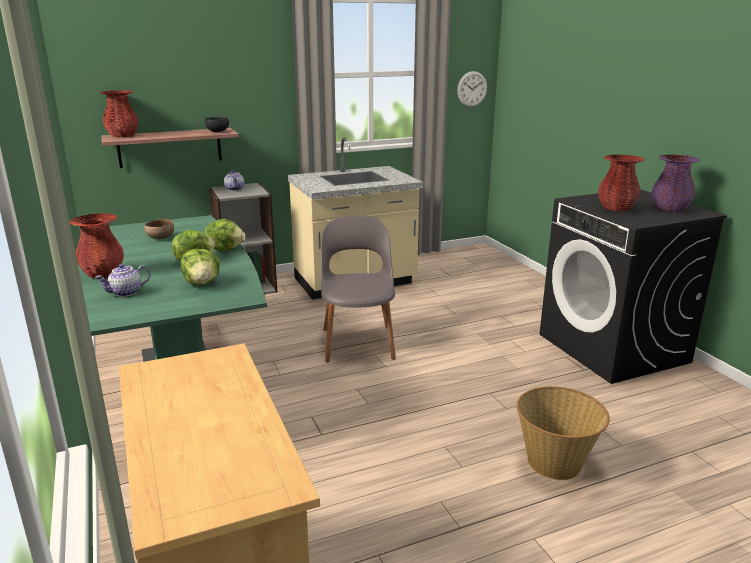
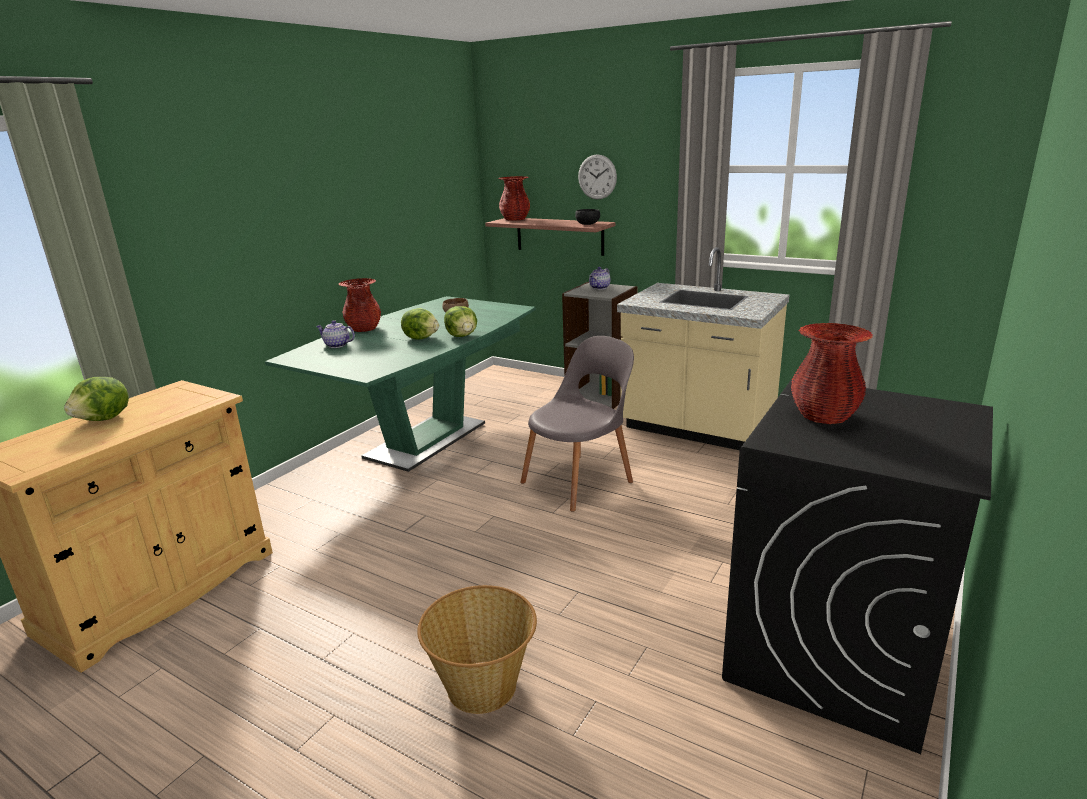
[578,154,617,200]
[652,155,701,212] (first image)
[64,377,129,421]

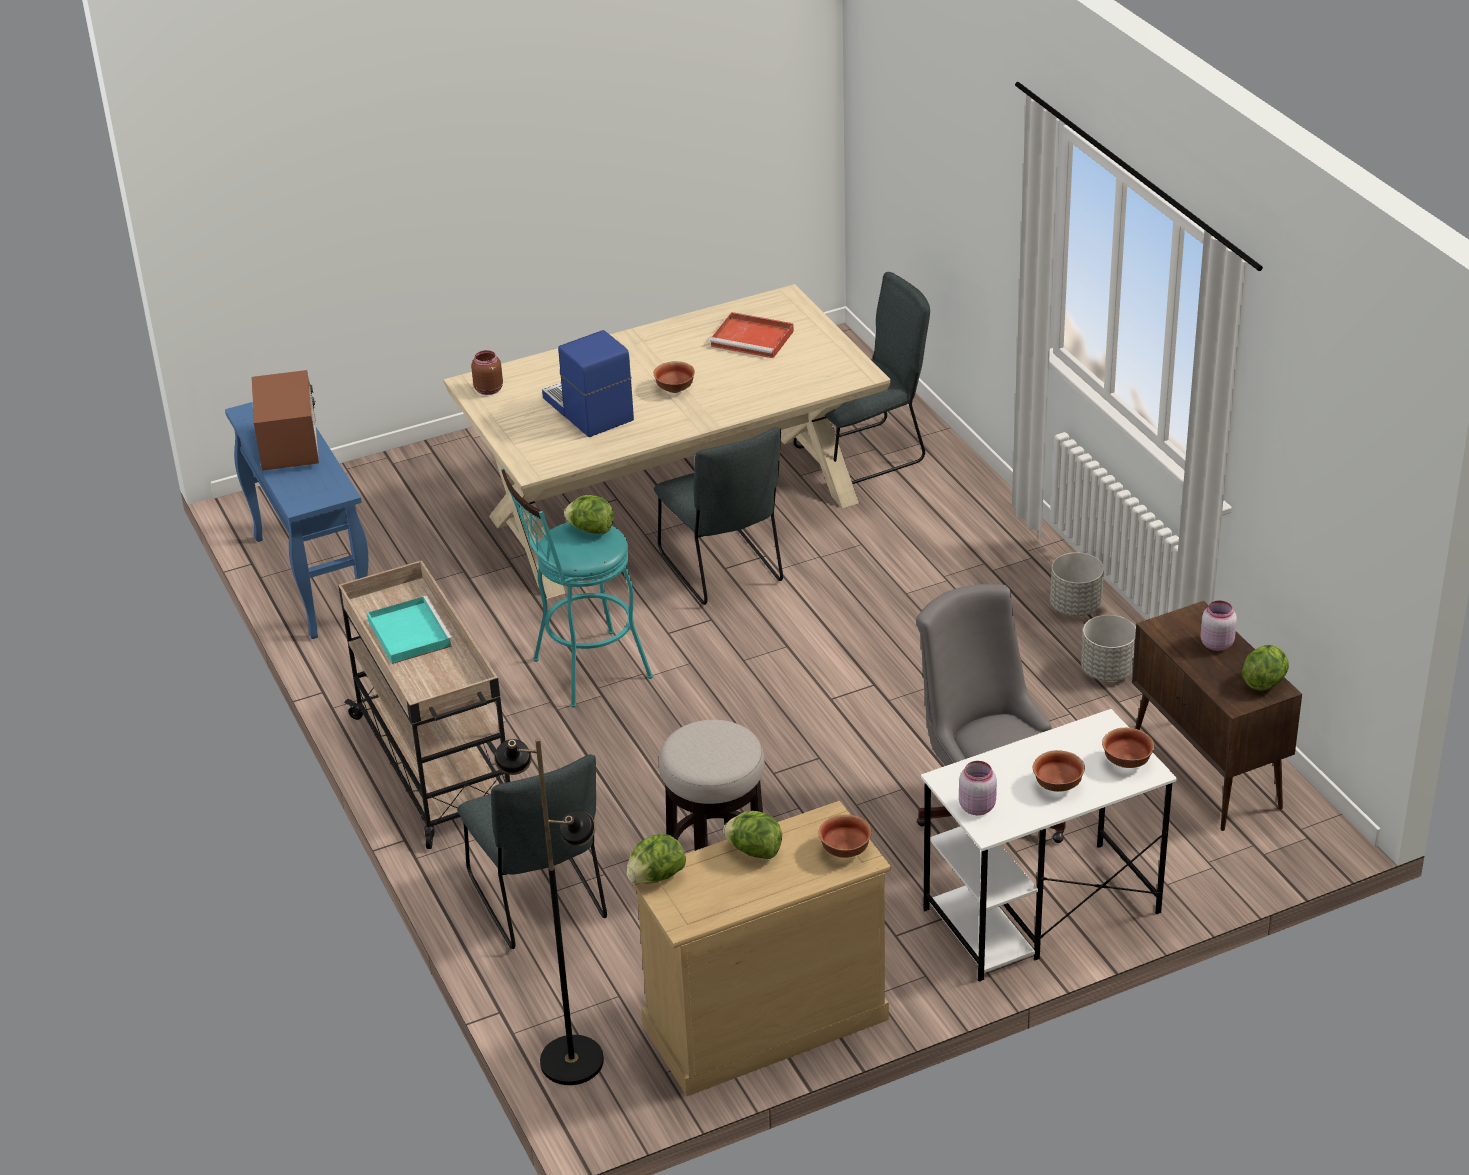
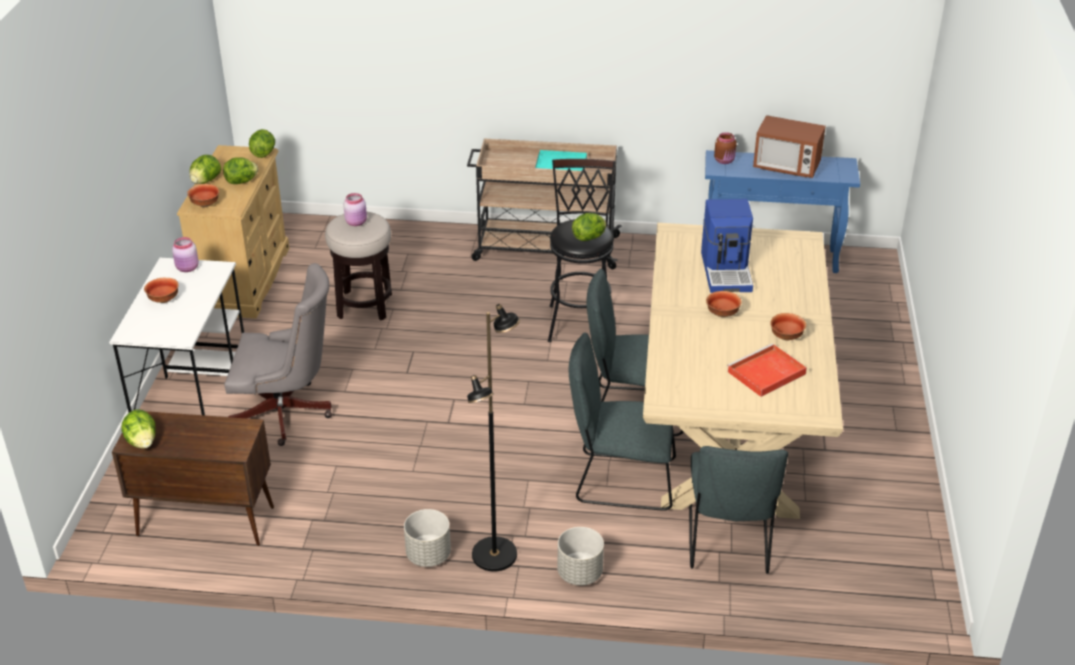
[701,199,753,293]
[714,132,737,164]
[548,159,616,342]
[343,193,367,226]
[557,527,604,585]
[770,313,806,340]
[467,304,520,572]
[569,333,676,511]
[190,155,221,184]

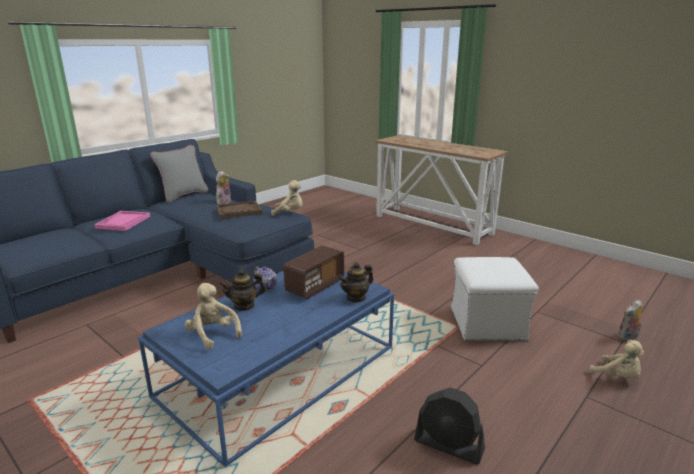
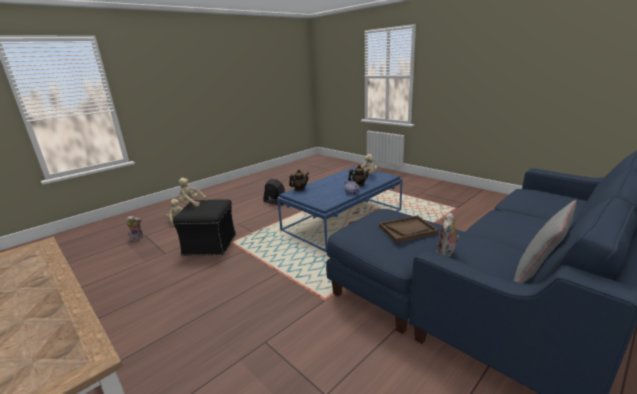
[178,178,207,207]
[94,211,150,231] (first image)
[283,245,344,299] (first image)
[173,199,236,256]

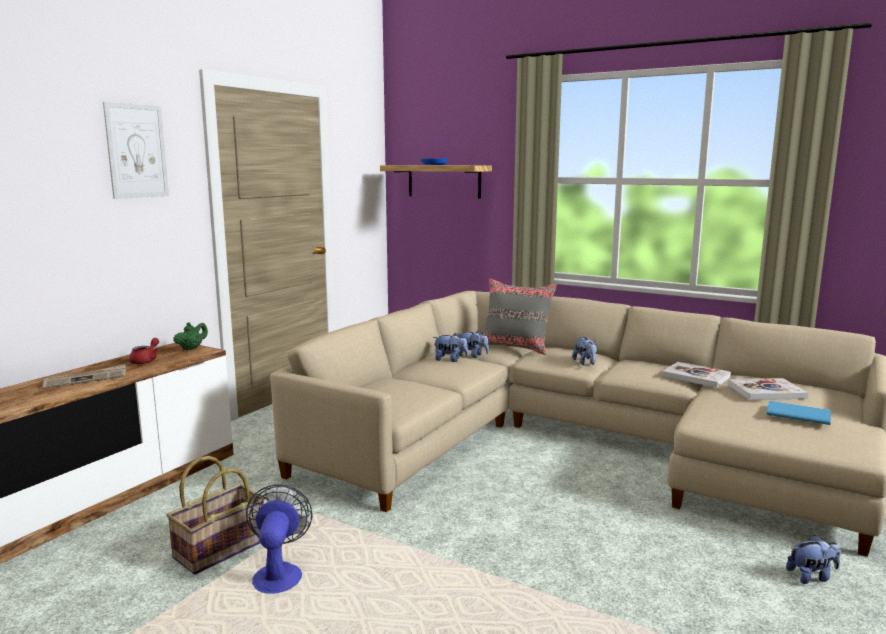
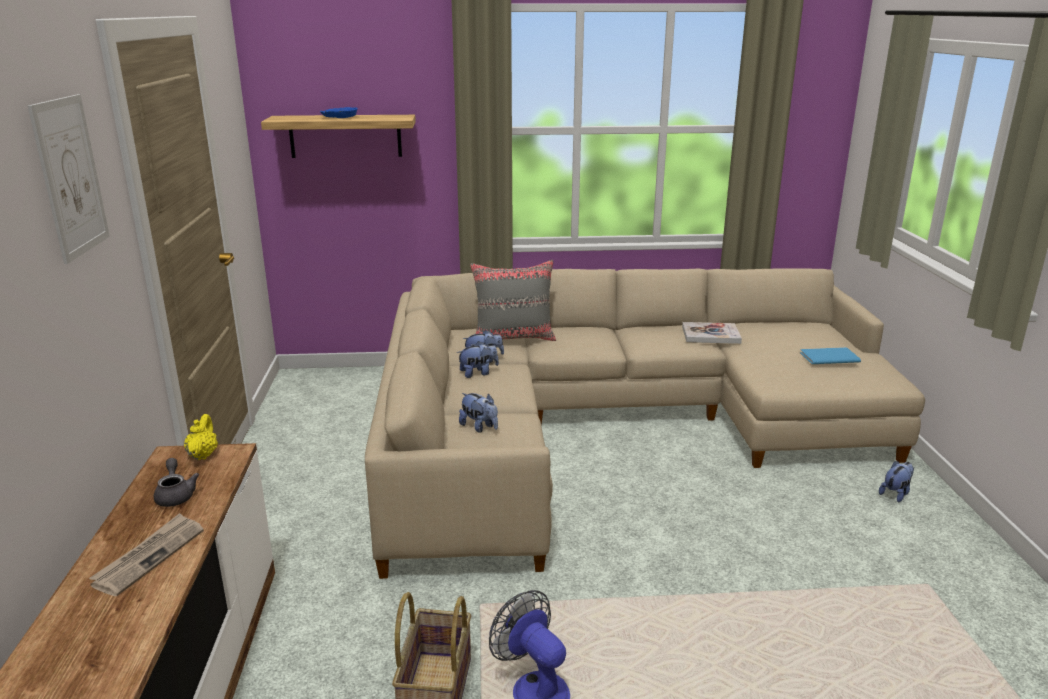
[184,414,218,460]
[459,393,498,433]
[154,458,199,507]
[727,378,808,400] (first image)

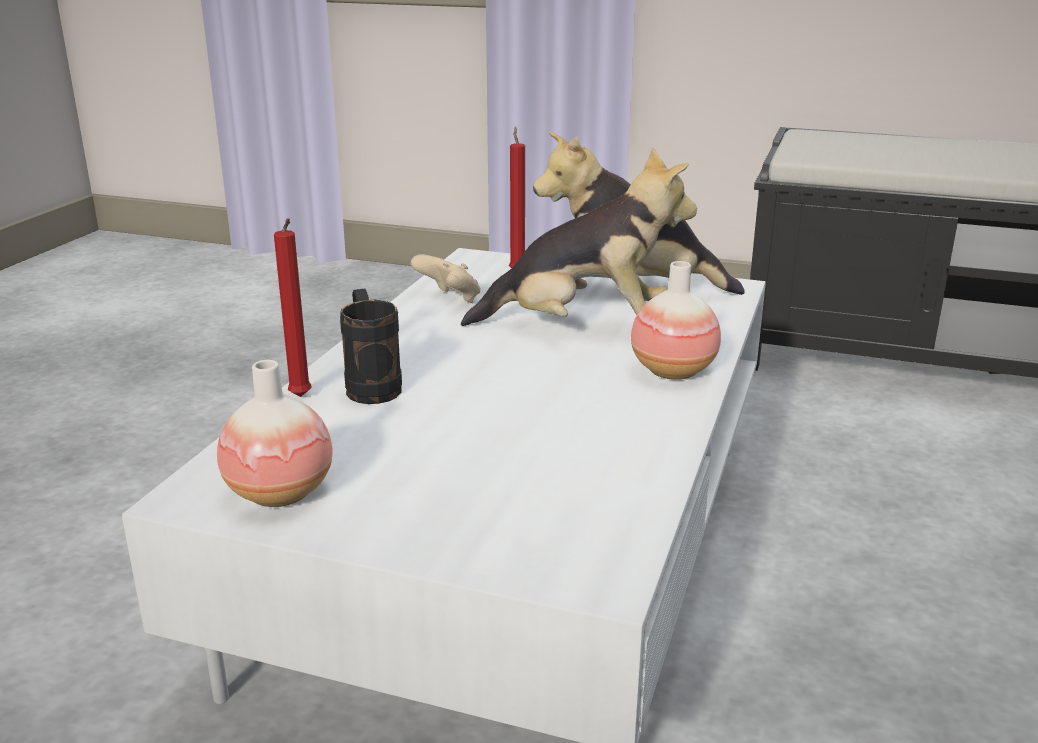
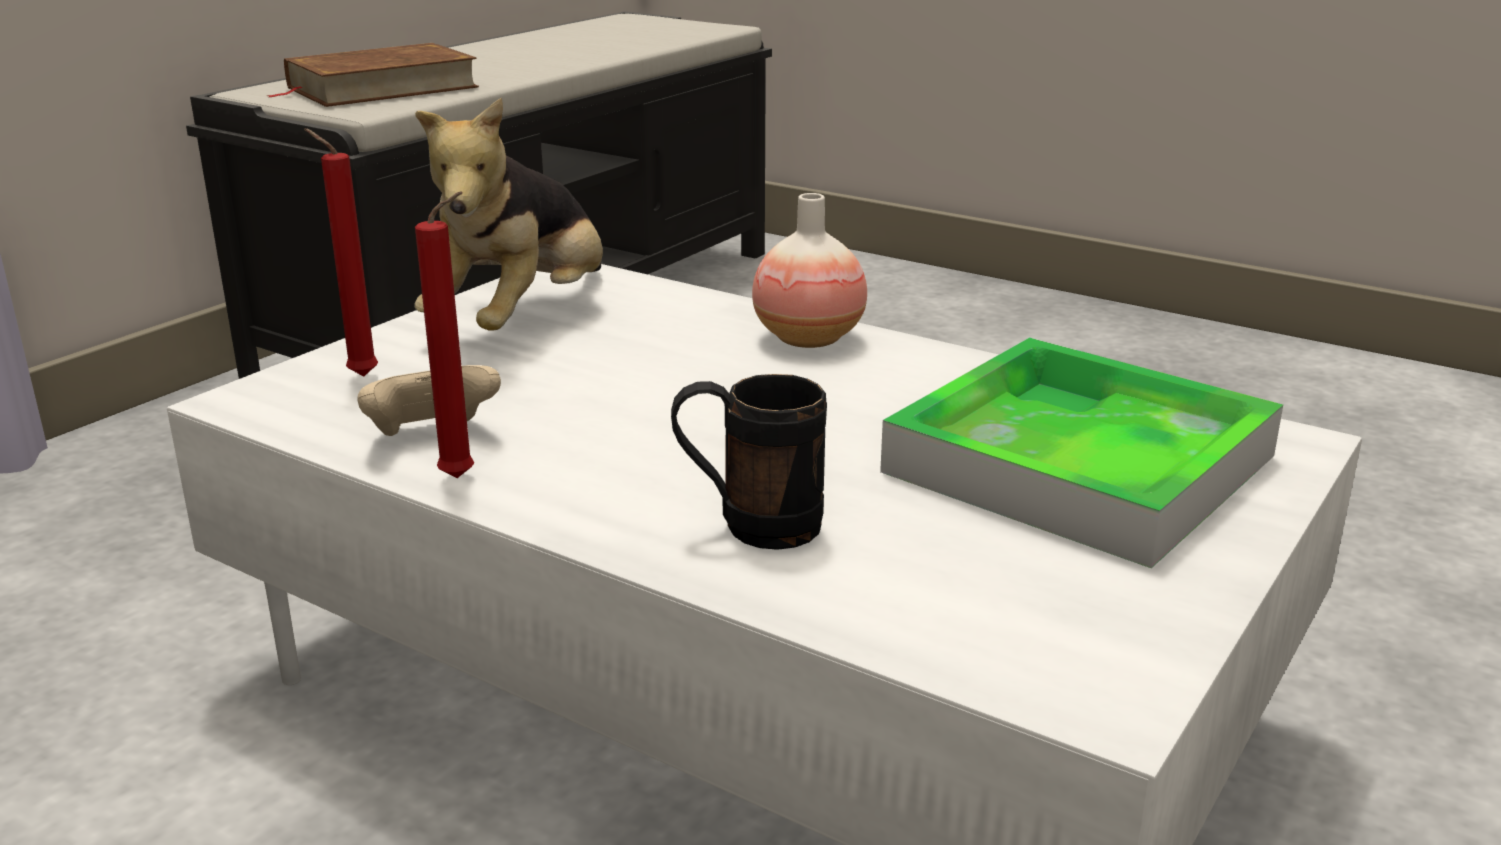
[461,147,697,326] (first image)
[415,192,474,478]
[217,360,333,507] (first image)
[266,43,479,107]
[880,338,1283,568]

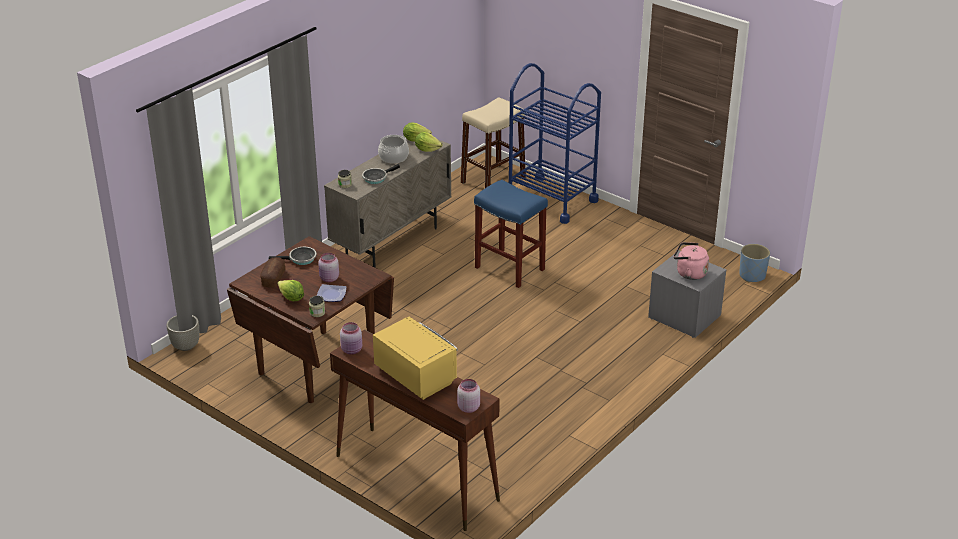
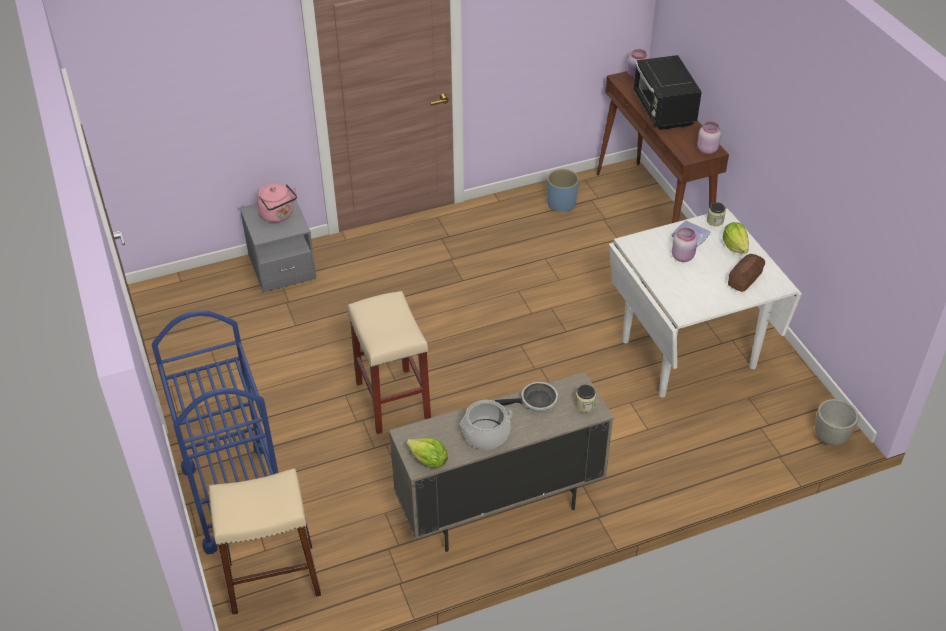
[415,132,443,152] (first image)
[348,291,431,434]
[609,209,802,397]
[547,169,579,212]
[269,247,317,265] (first image)
[633,55,702,130]

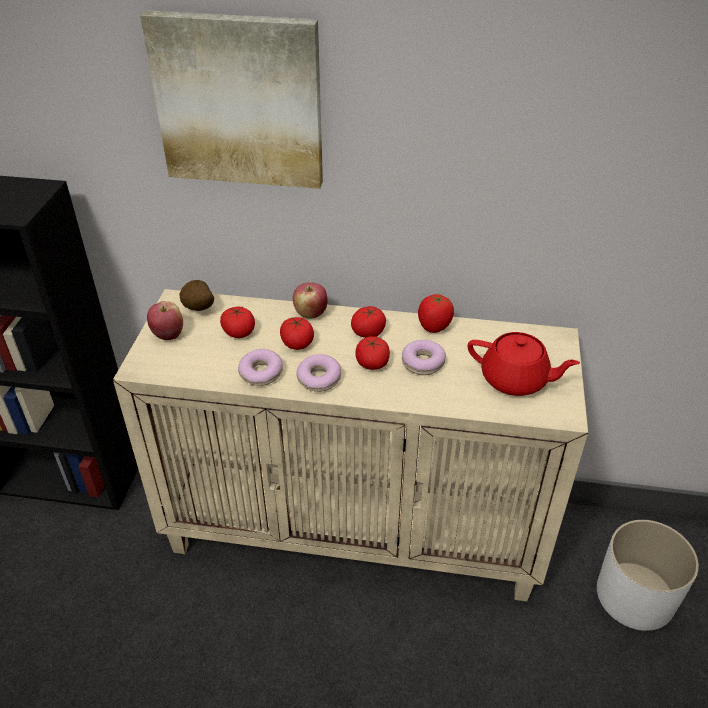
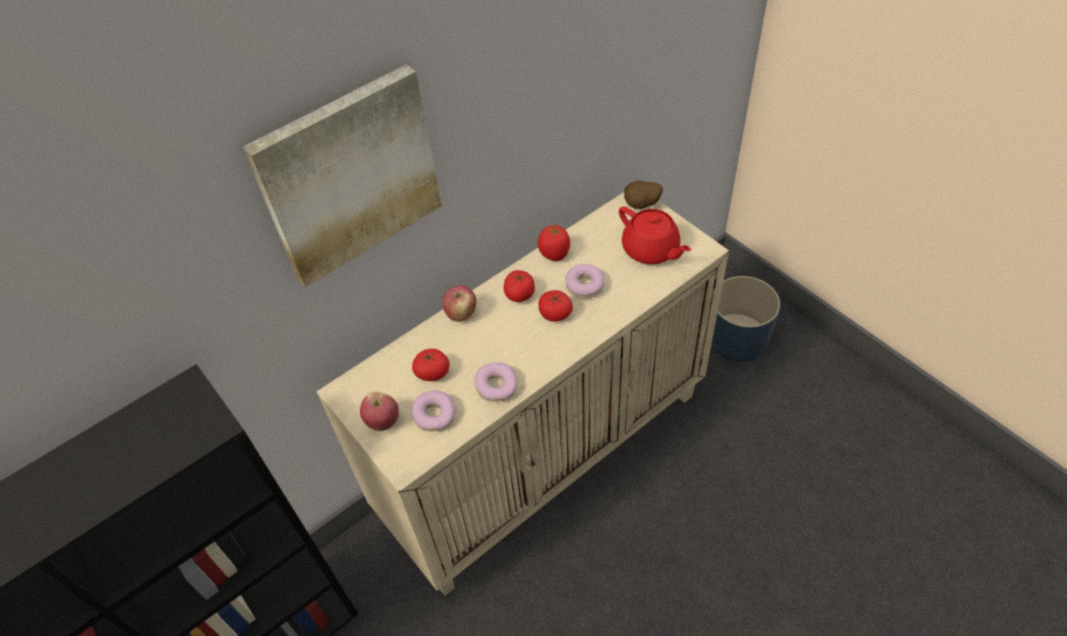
[624,180,663,209]
[280,317,314,350] (first image)
[619,206,691,264]
[411,391,456,432]
[711,276,780,362]

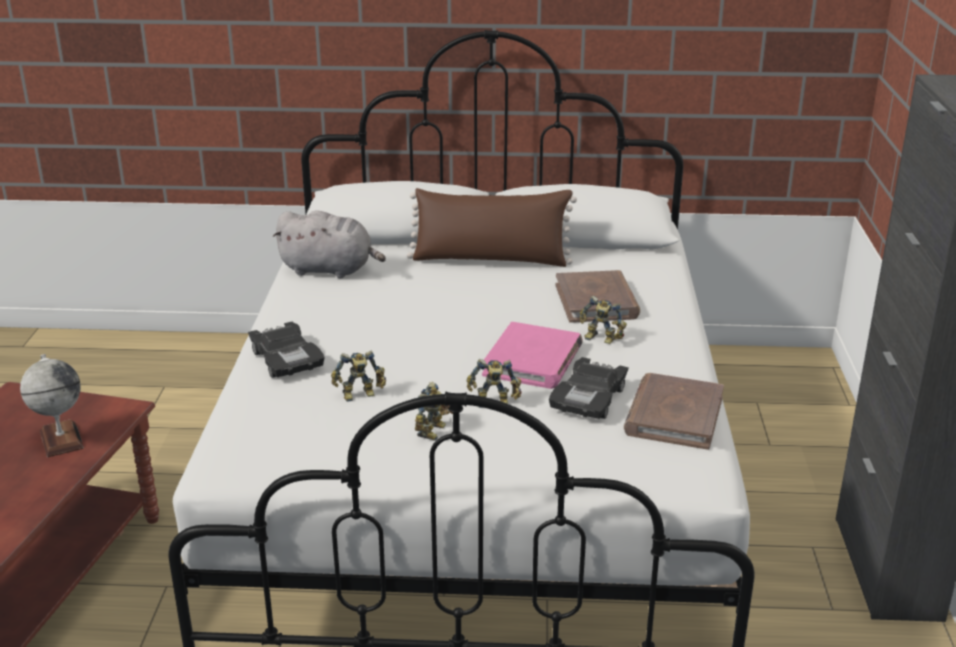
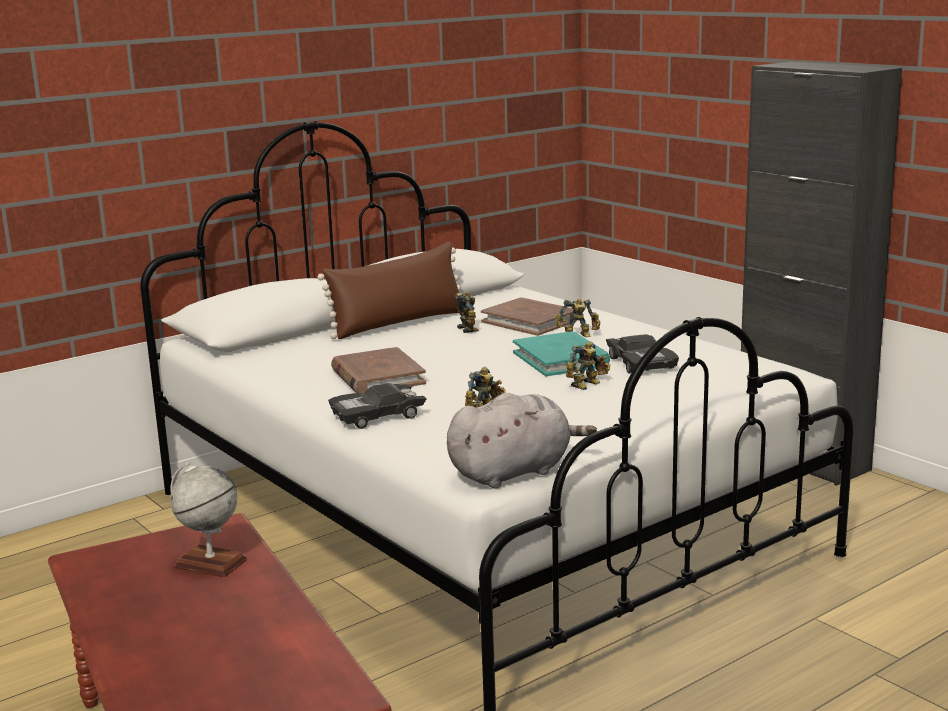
[447,393,597,488]
[328,383,427,429]
[513,331,610,376]
[331,347,426,394]
[455,292,479,333]

